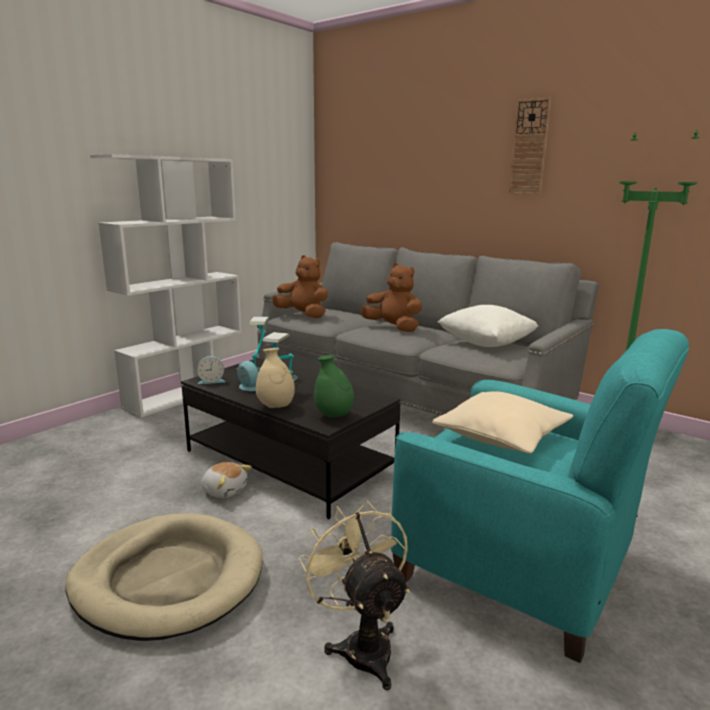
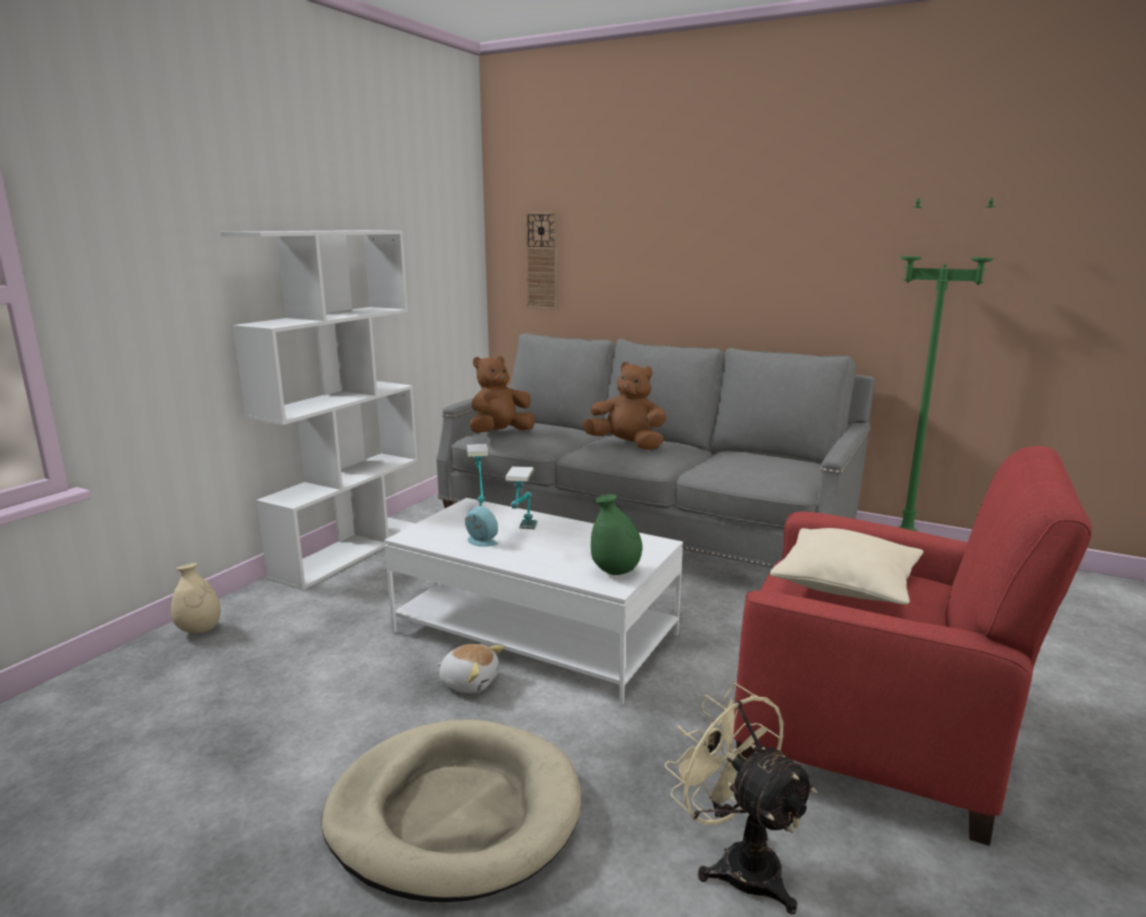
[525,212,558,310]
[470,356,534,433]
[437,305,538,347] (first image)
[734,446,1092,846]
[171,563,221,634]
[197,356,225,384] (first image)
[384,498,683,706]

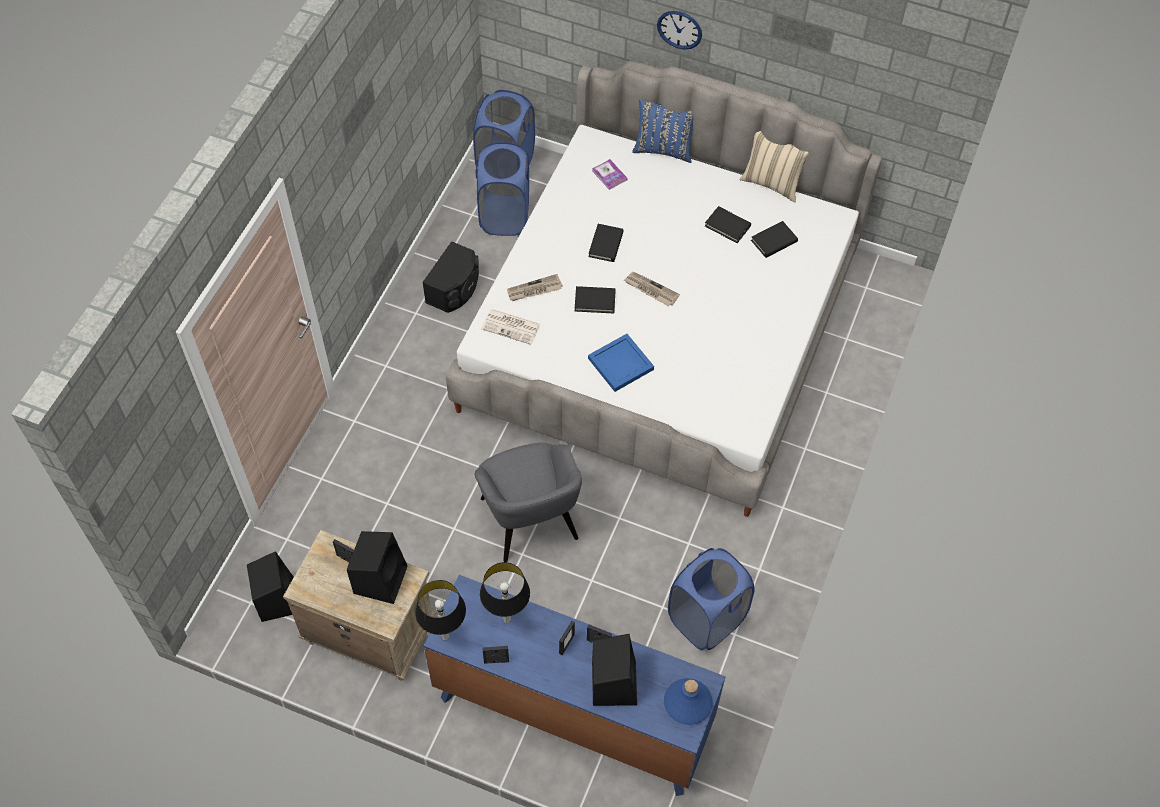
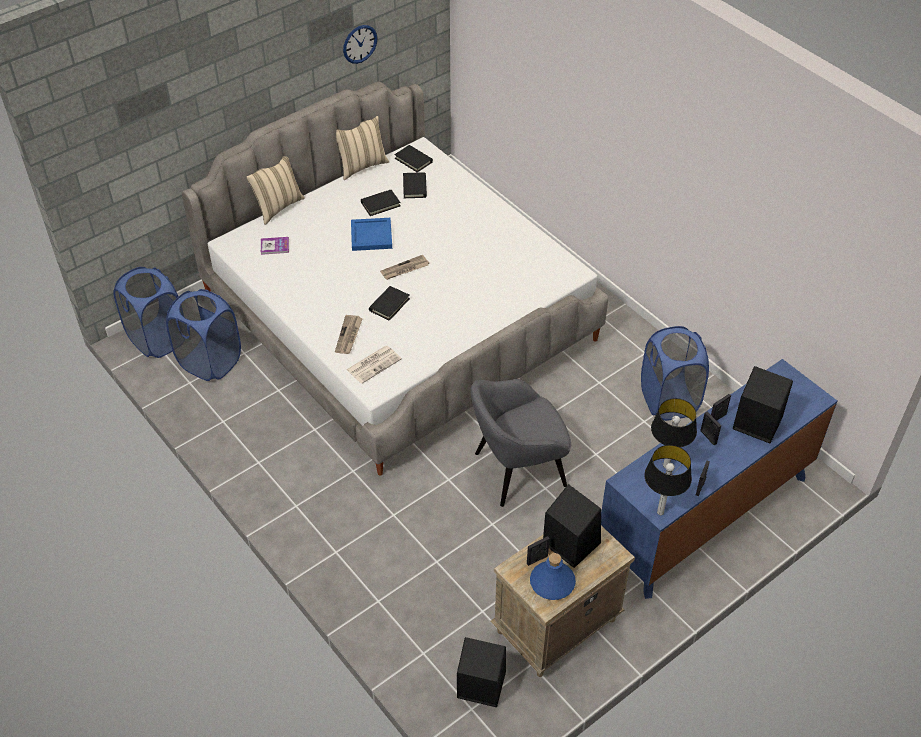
[343,25,377,64]
[247,156,305,225]
[394,145,433,172]
[423,241,479,313] (first image)
[351,218,392,251]
[470,379,571,507]
[530,553,576,600]

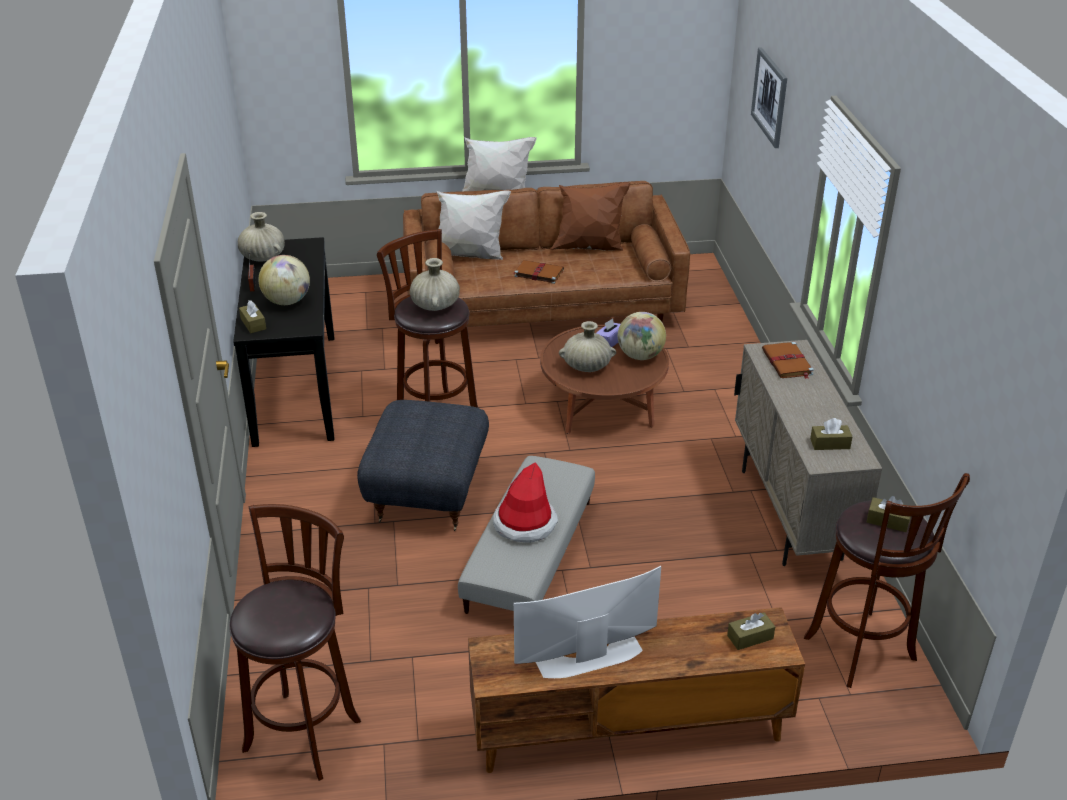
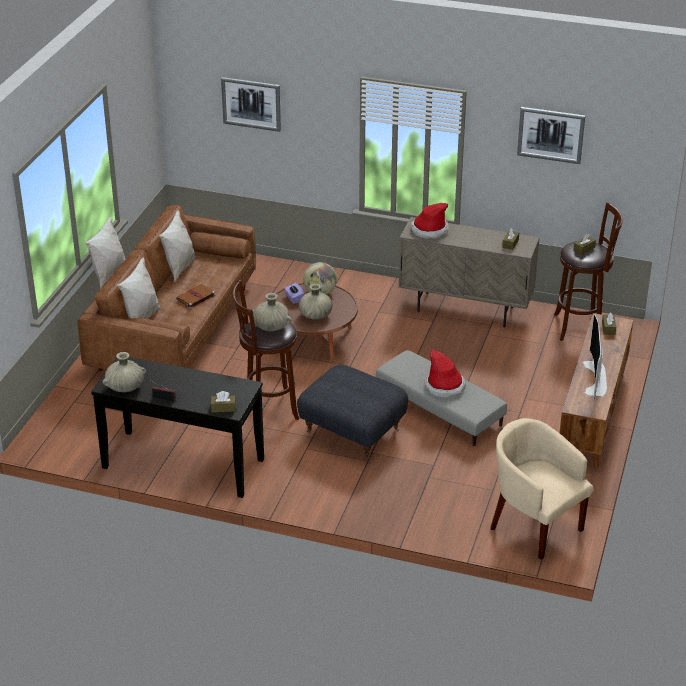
[159,210,195,282]
[259,255,310,305] (first image)
[410,203,449,239]
[491,418,593,560]
[517,107,585,164]

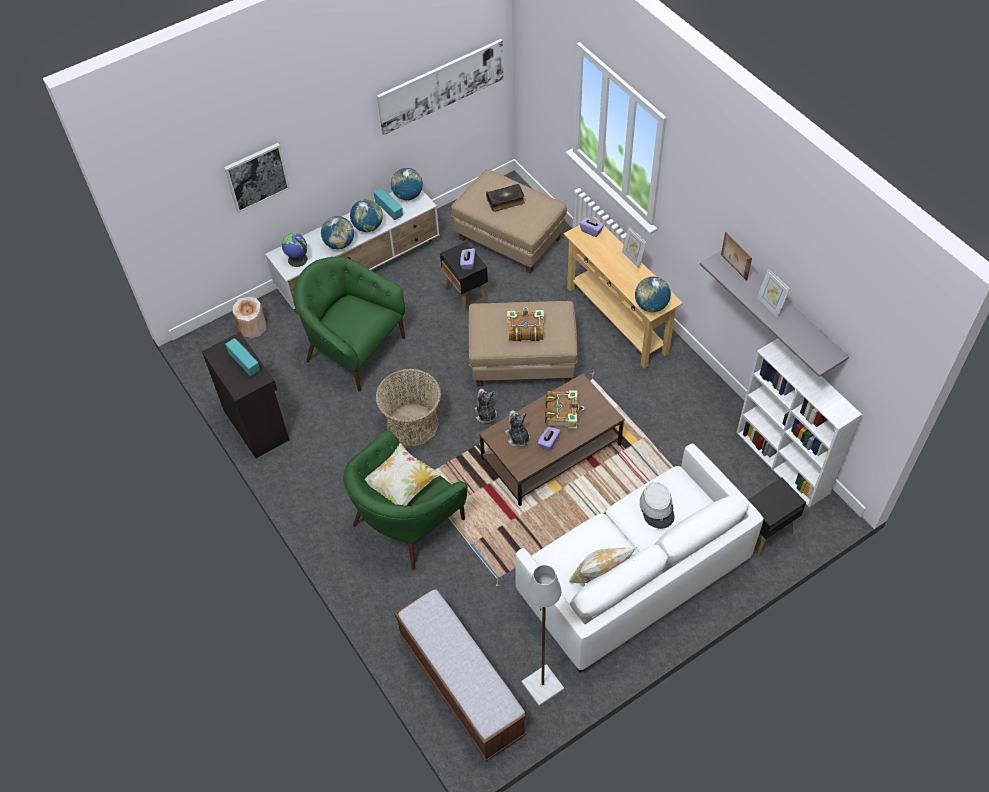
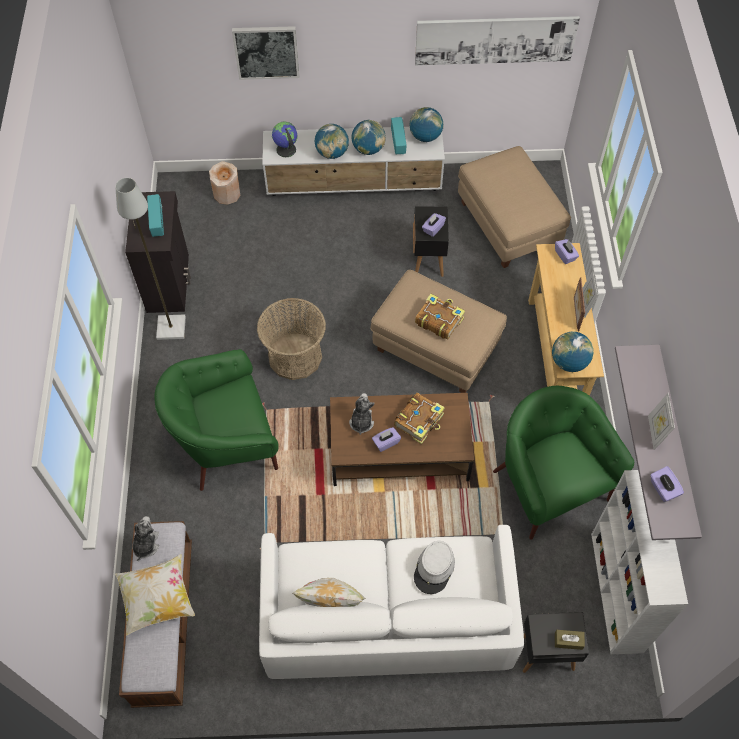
[486,184,525,212] (first image)
[574,277,585,332]
[493,386,634,540]
[132,516,159,561]
[115,554,195,636]
[115,178,186,340]
[650,466,684,502]
[555,630,585,650]

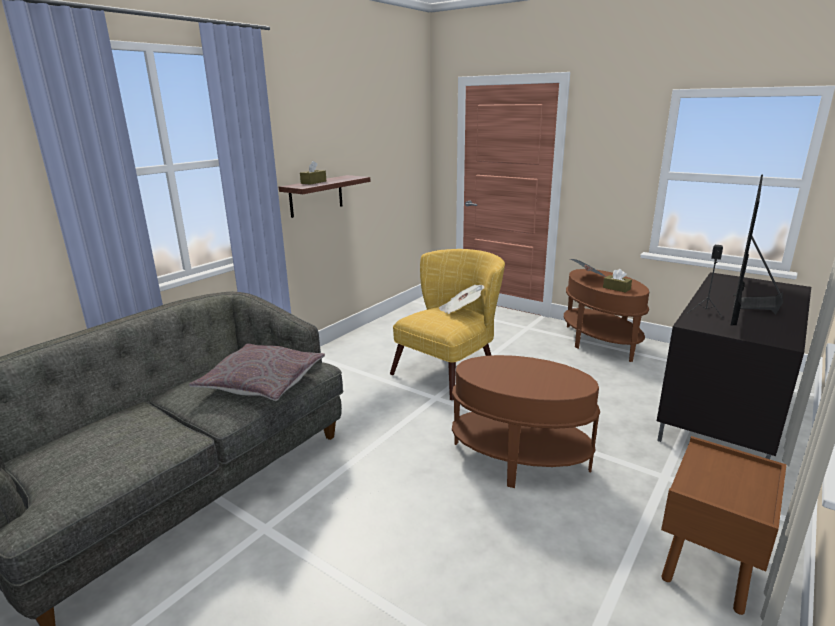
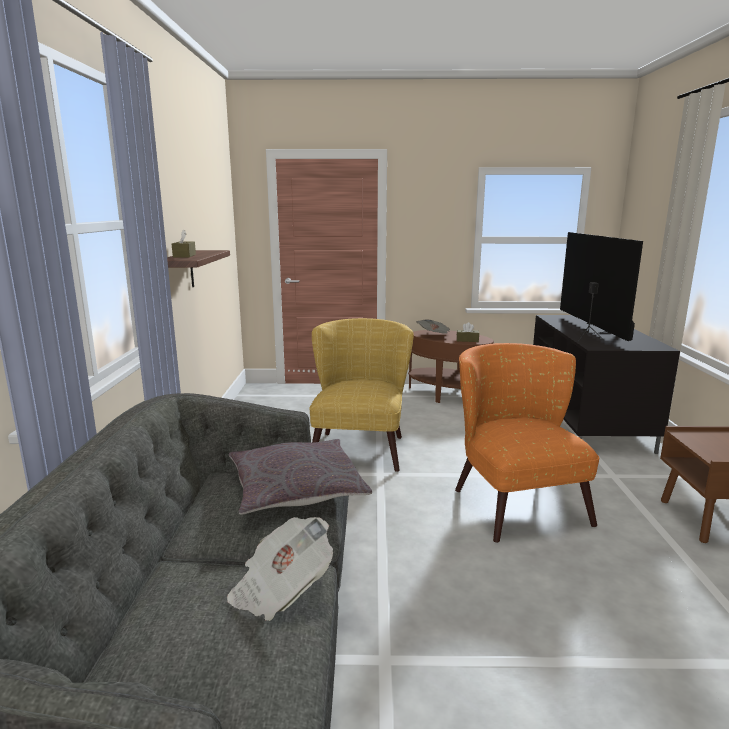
[227,517,333,621]
[455,343,599,543]

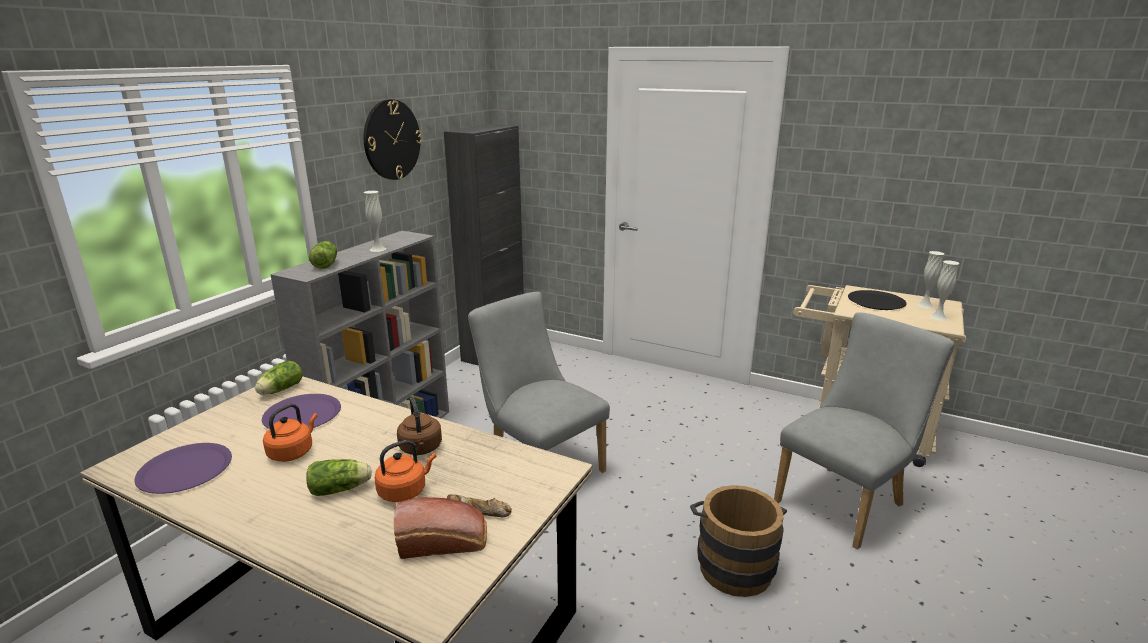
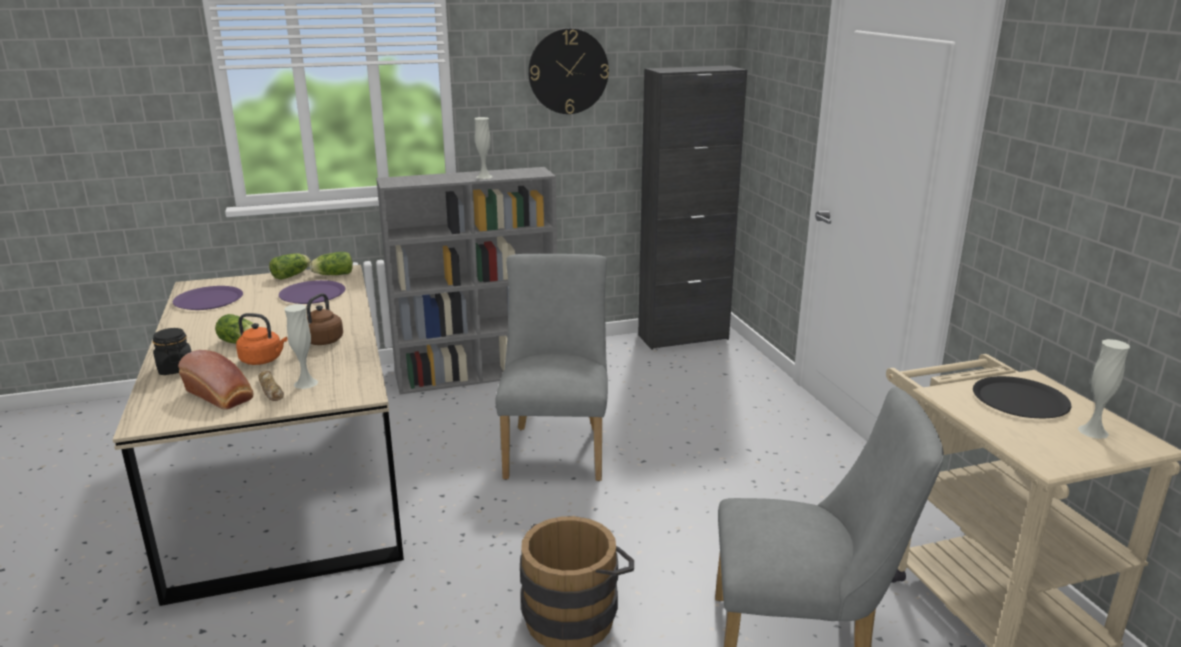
[269,253,311,280]
[285,304,318,389]
[263,404,318,462] (first image)
[153,328,192,375]

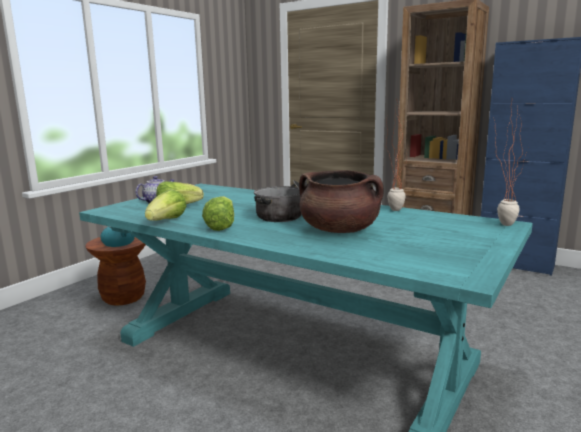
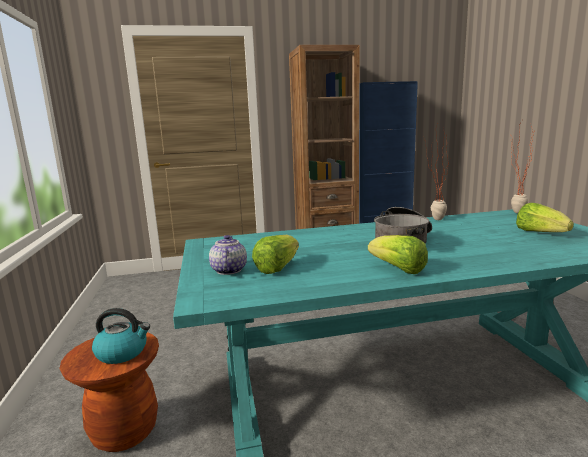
[299,170,384,233] (first image)
[516,203,574,232]

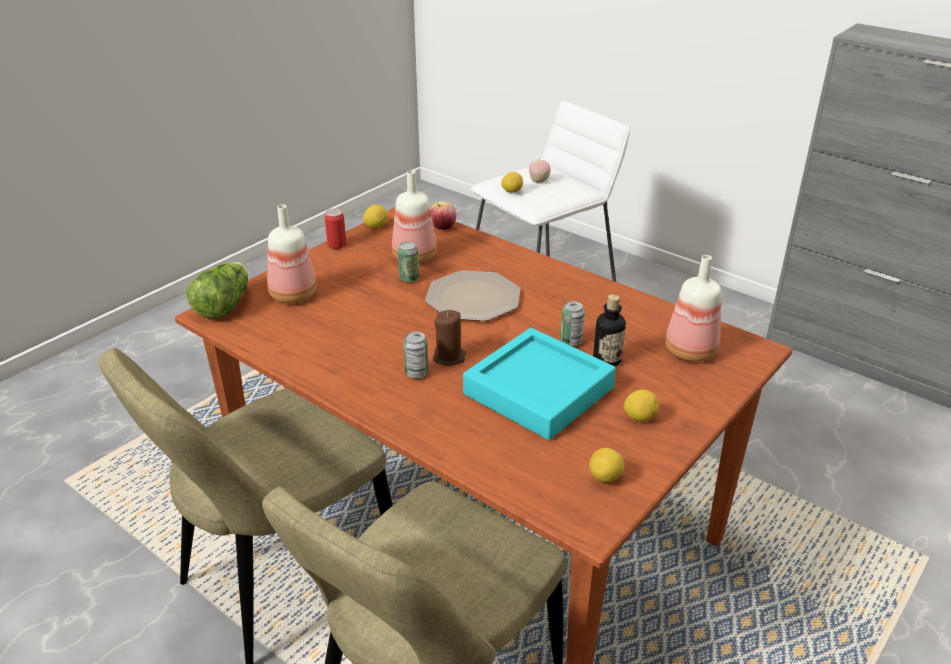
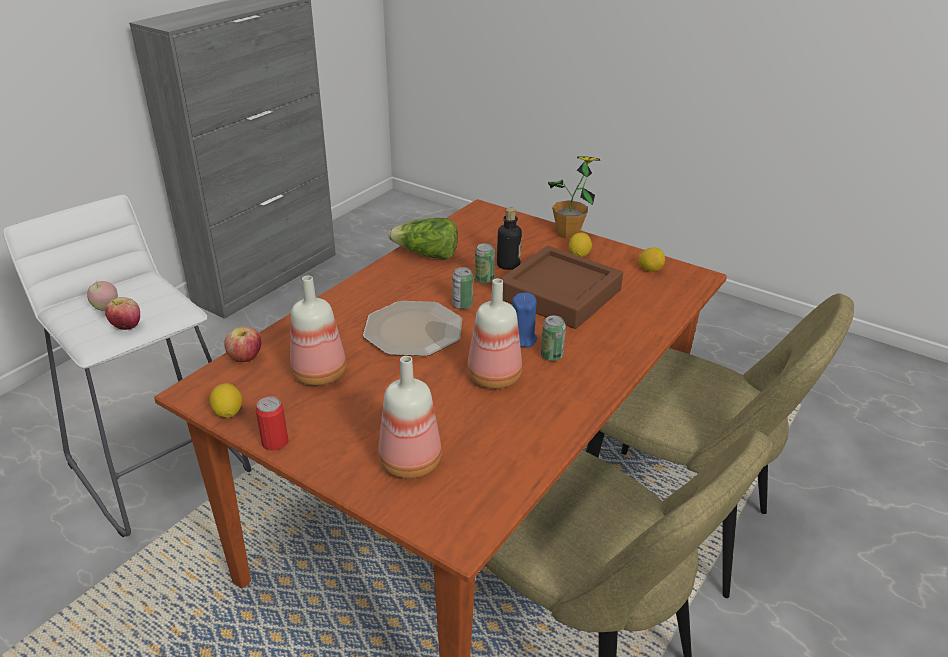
[105,297,140,330]
[452,267,473,309]
[467,278,522,389]
[388,218,458,260]
[512,292,537,348]
[500,246,623,329]
[548,157,600,239]

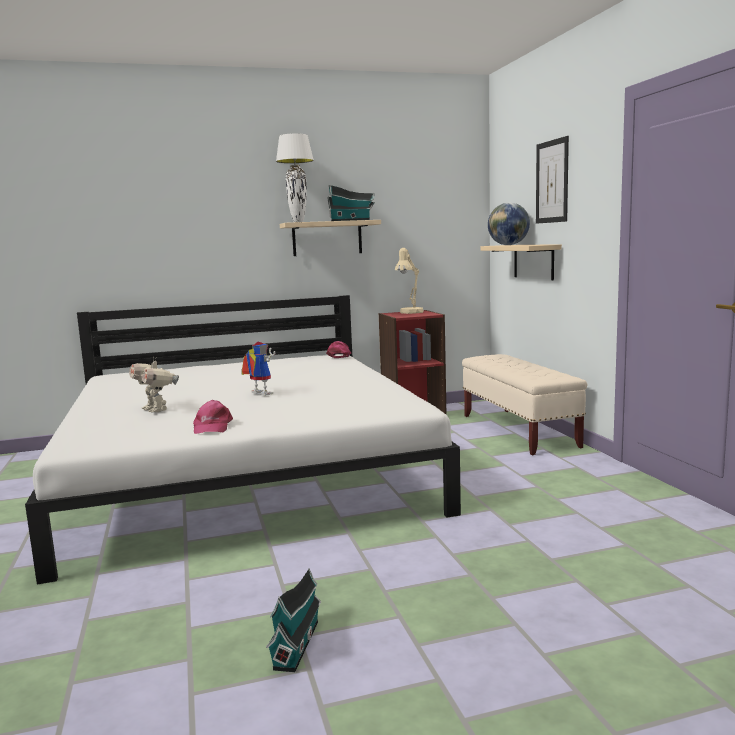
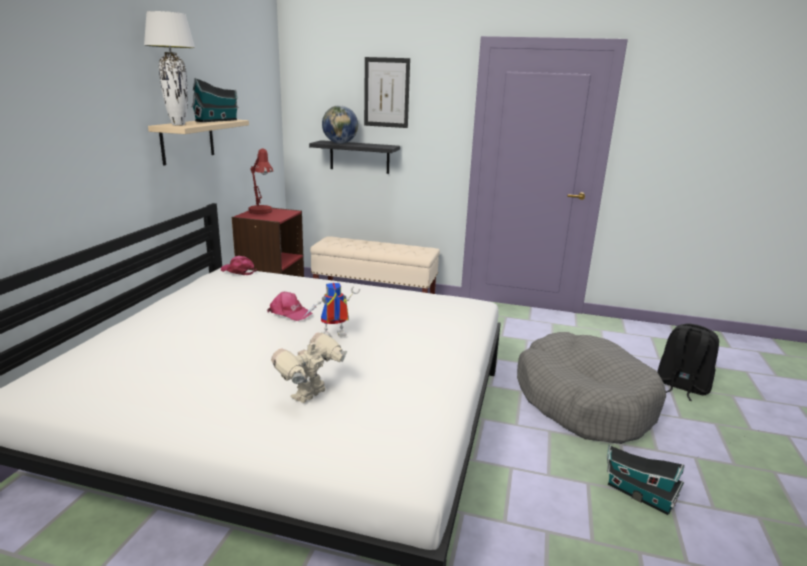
[309,140,400,174]
[248,149,273,214]
[271,333,347,403]
[267,292,313,321]
[657,323,719,401]
[517,332,666,444]

